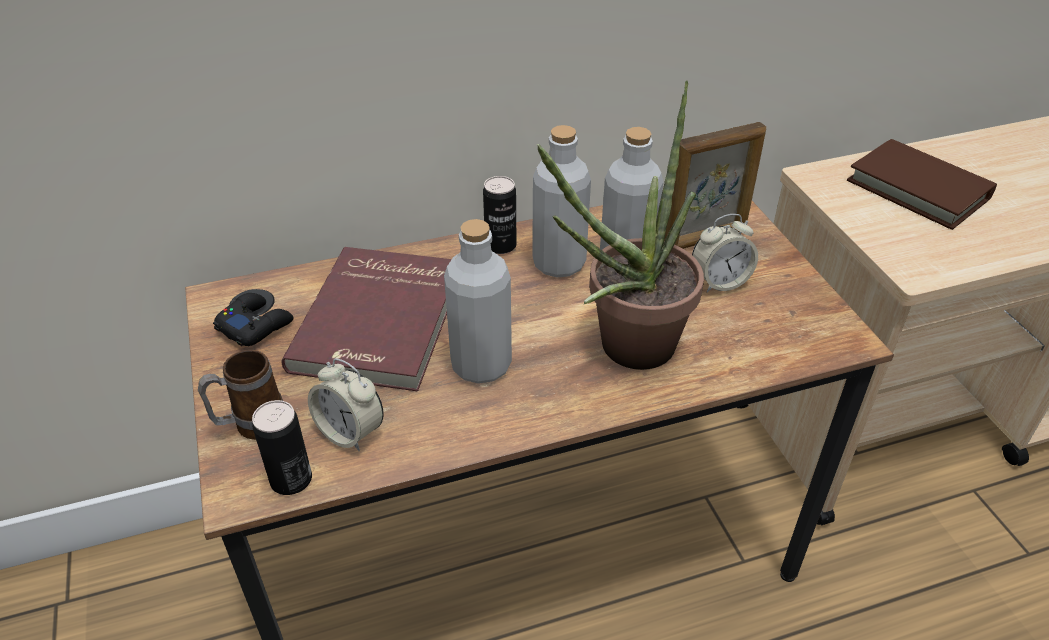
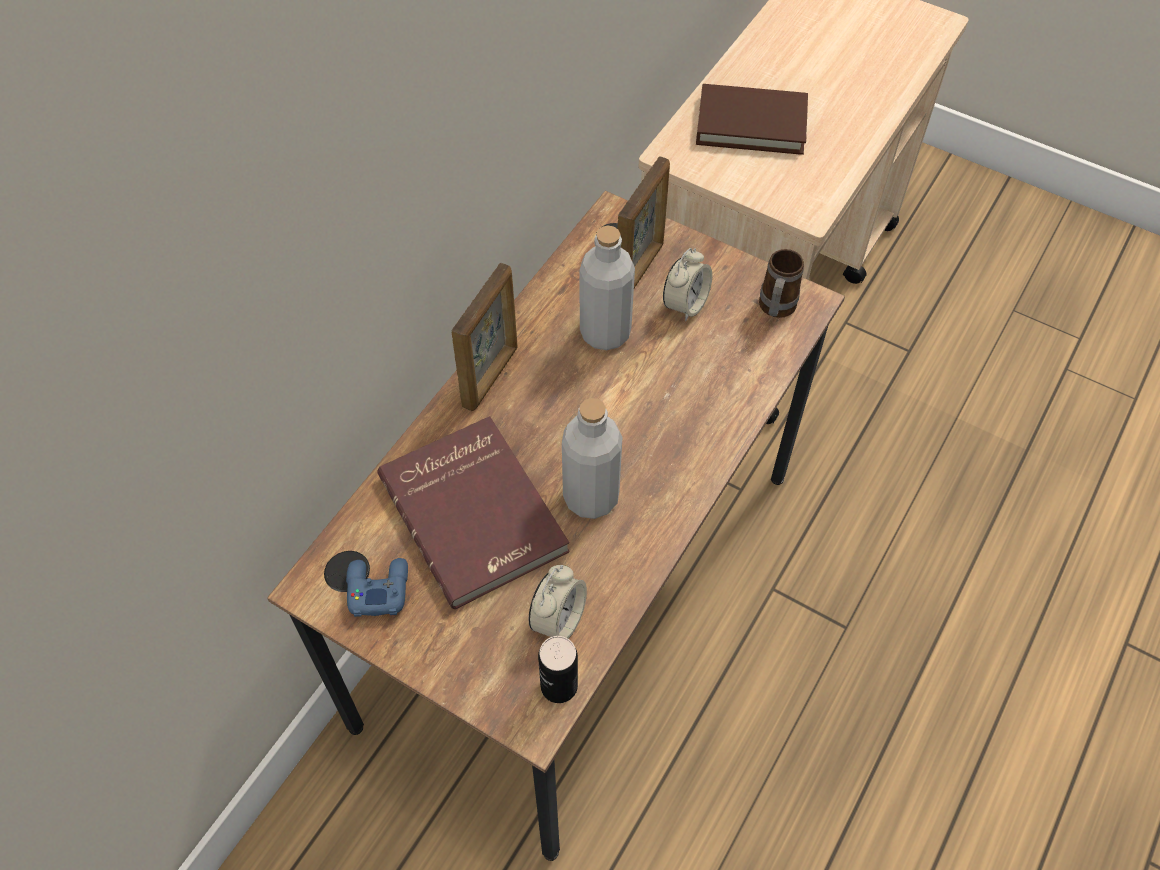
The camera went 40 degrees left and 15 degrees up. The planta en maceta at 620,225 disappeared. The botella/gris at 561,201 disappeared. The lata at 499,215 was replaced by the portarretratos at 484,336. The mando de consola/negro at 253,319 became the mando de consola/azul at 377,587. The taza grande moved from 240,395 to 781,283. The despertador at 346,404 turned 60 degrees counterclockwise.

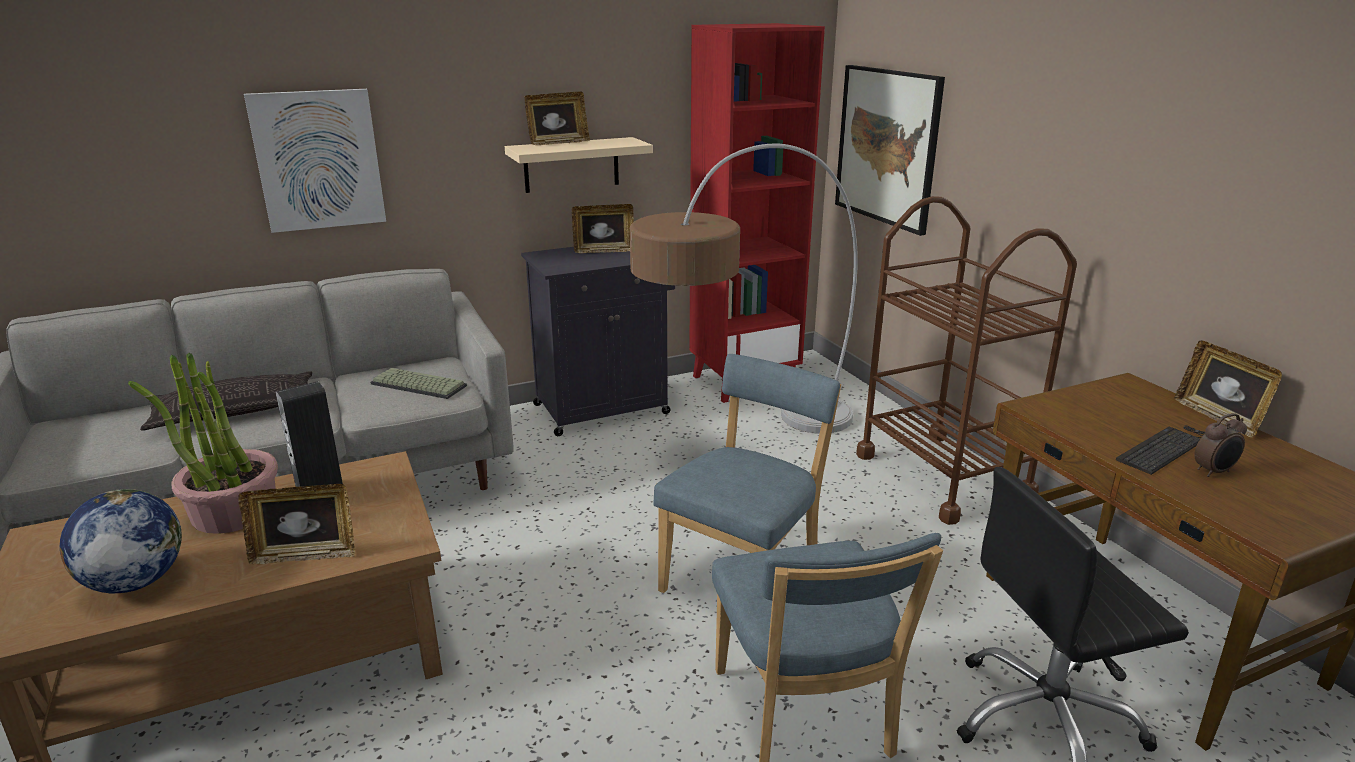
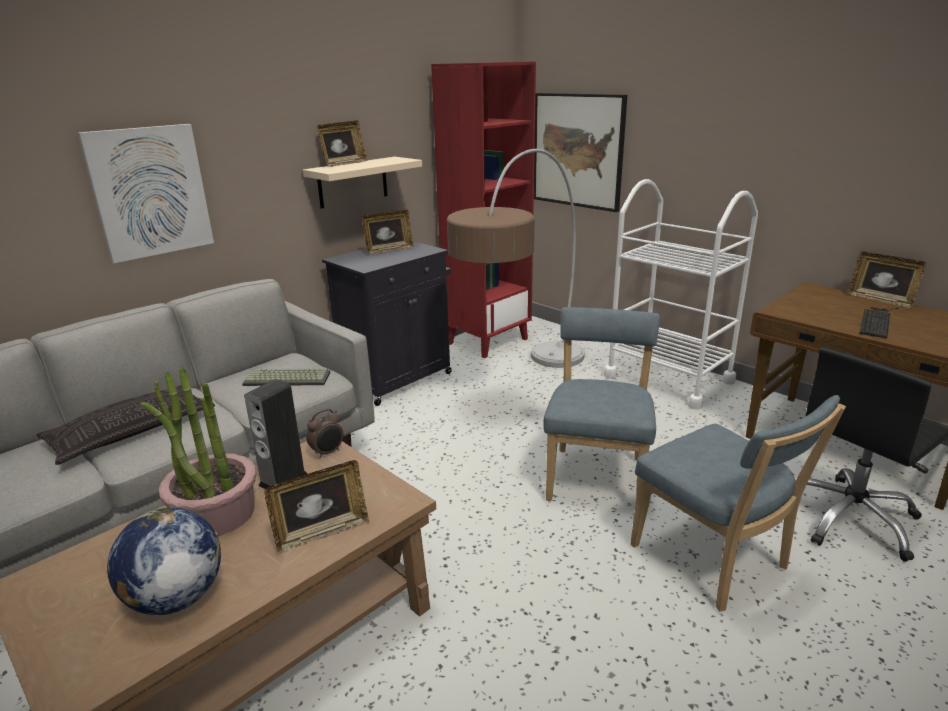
The camera went 20 degrees left and 0 degrees up. The carrito/marrón at 966,360 became the carrito/blanco at 681,294. The despertador moved from 1220,445 to 324,433.

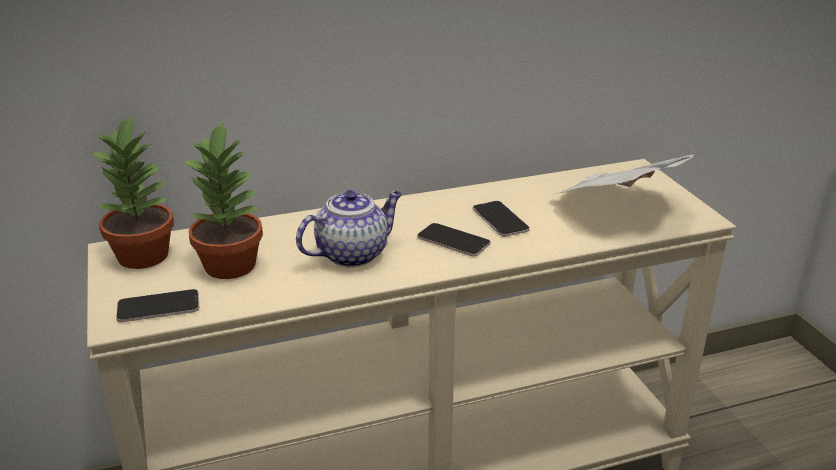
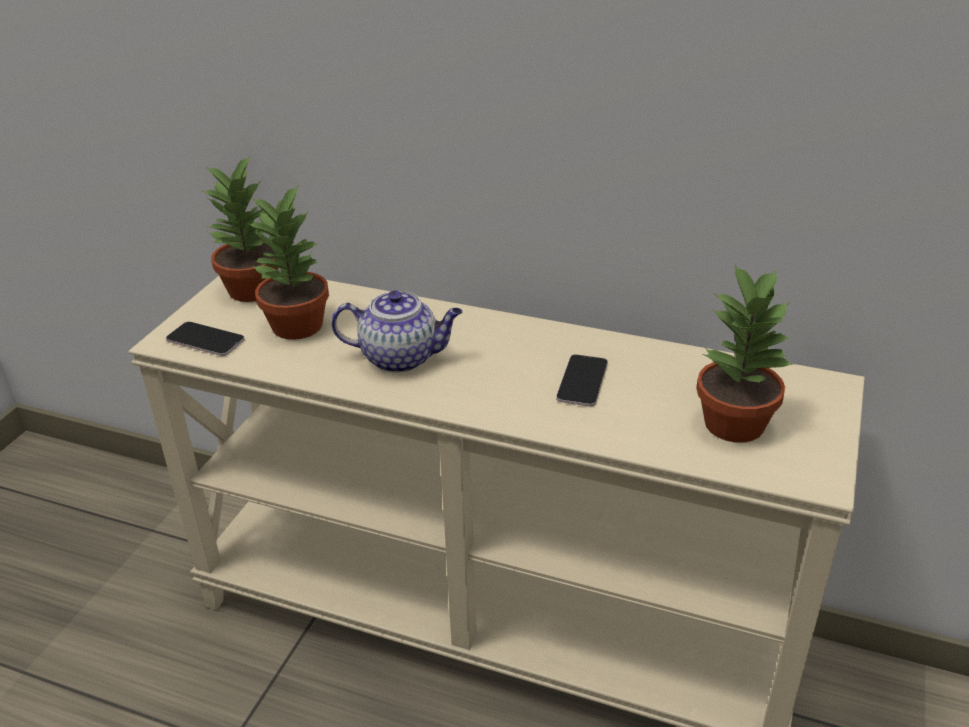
The camera went 40 degrees right and 5 degrees up. The periódico at 626,173 was replaced by the planta en maceta at 744,353. The móvil at 453,239 disappeared.

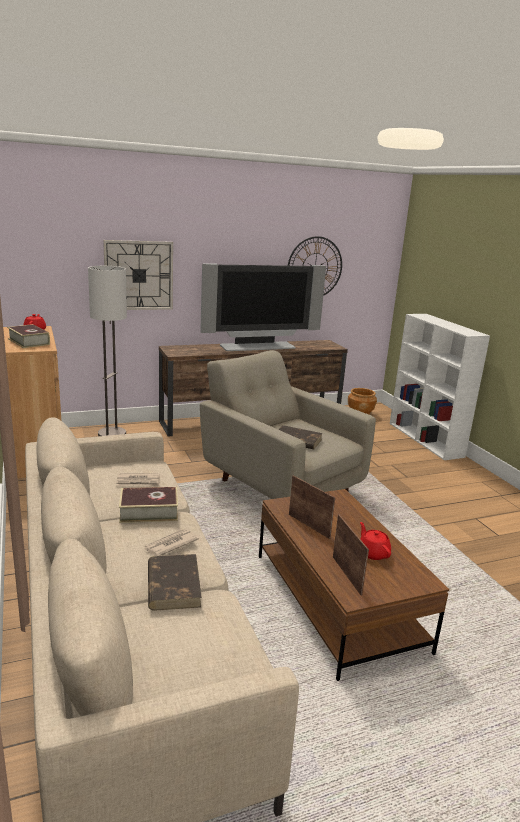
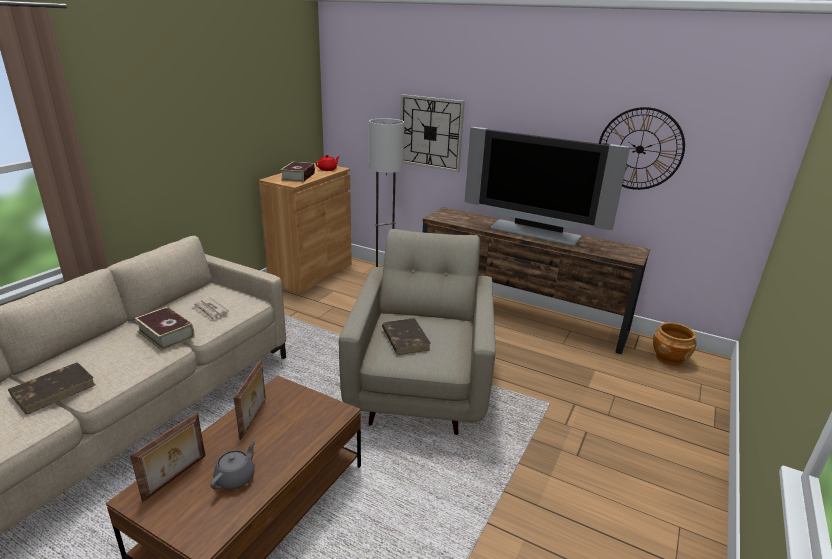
The camera went 50 degrees right and 5 degrees up. The estantería/blanco at 440,387 disappeared. The tetera/rojo at 375,541 became the tetera/gris at 233,465. The periódico at 171,542 disappeared.

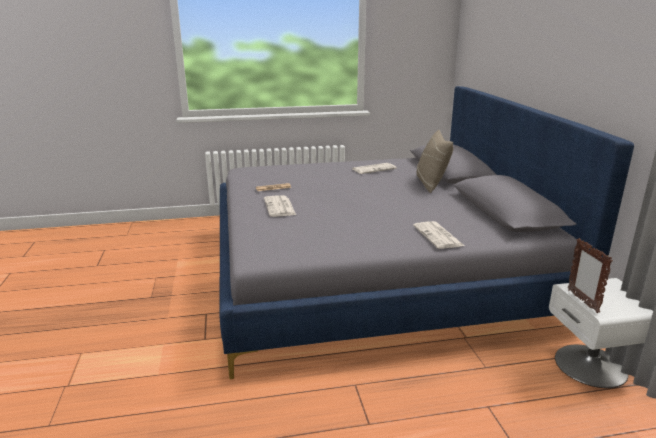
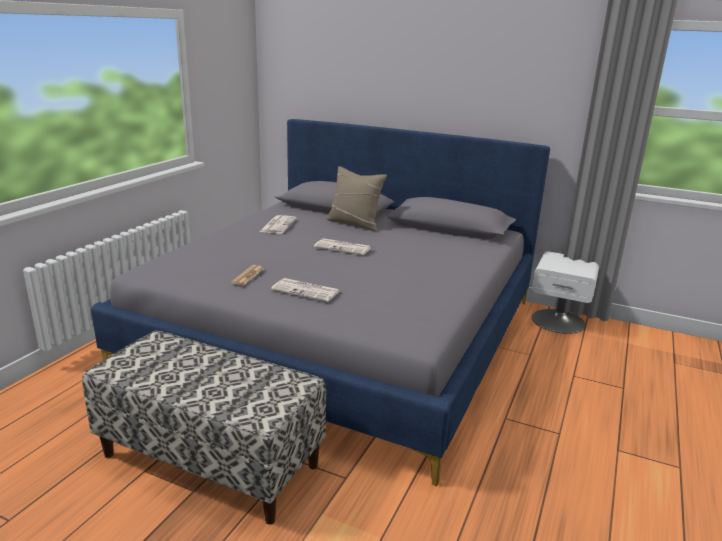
The camera went 55 degrees left and 0 degrees up. The periódico moved from 438,235 to 343,246. The portarretratos at 590,275 disappeared. The banco at 204,427 appeared.

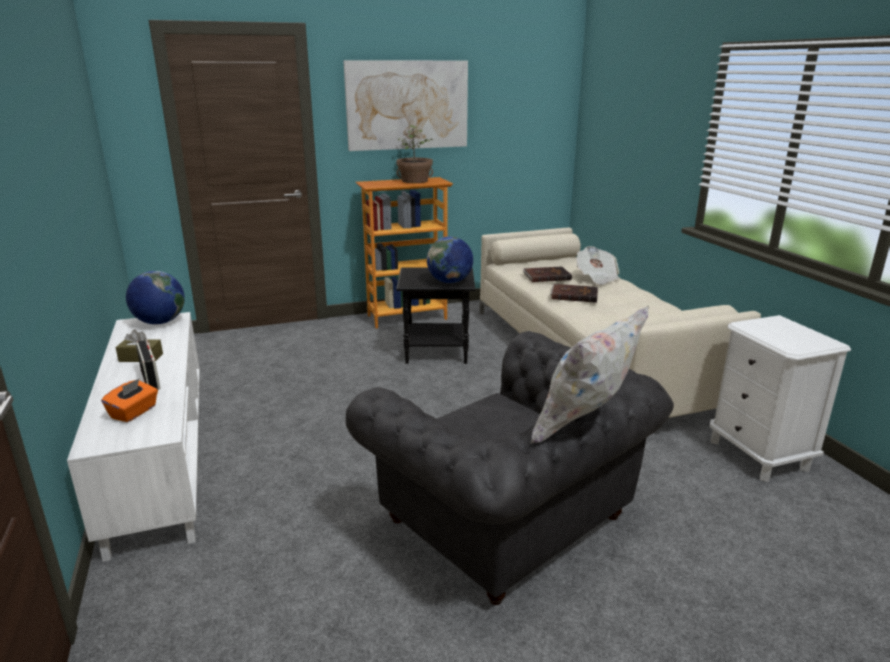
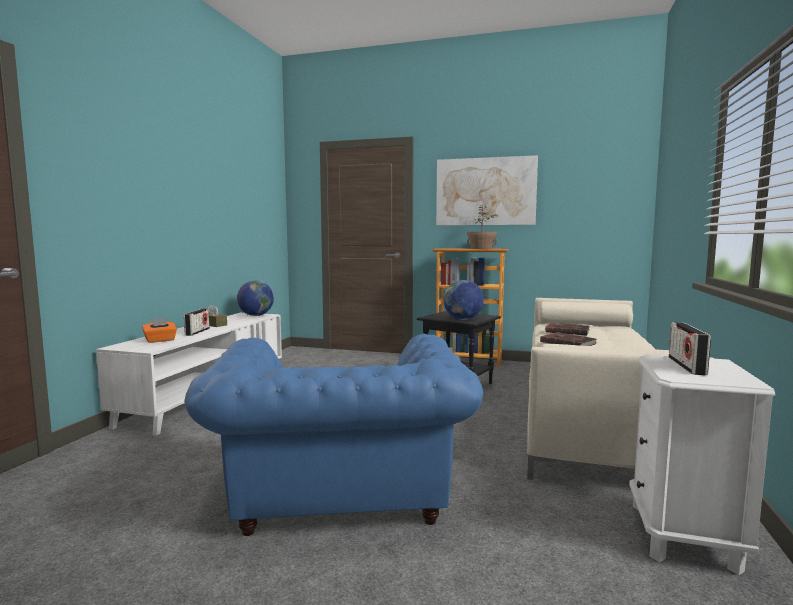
The camera went 35 degrees right and 15 degrees down. The periódico at 598,265 disappeared. The cojín/blanco at 589,375 disappeared. The sillón/gris at 510,468 became the sillón/azul at 334,435. The radio at 690,348 appeared.

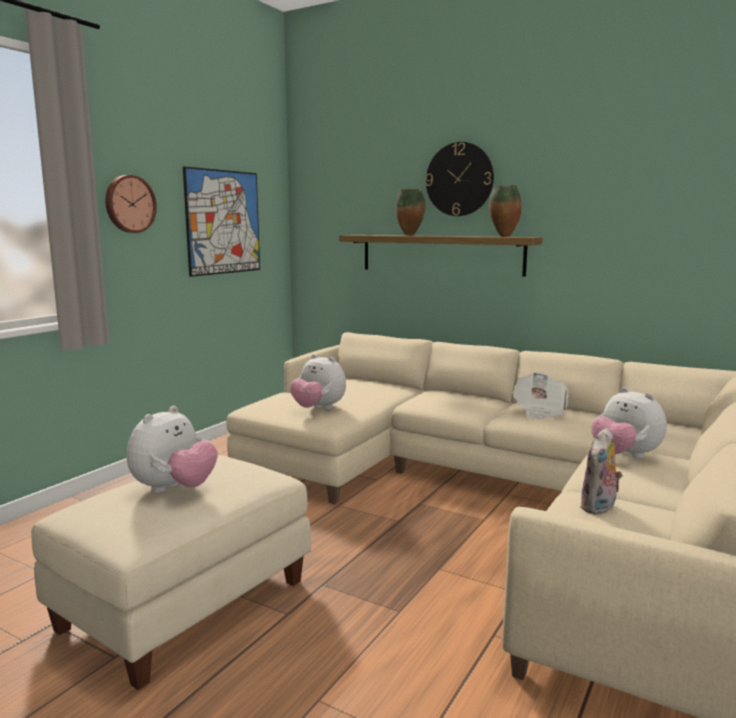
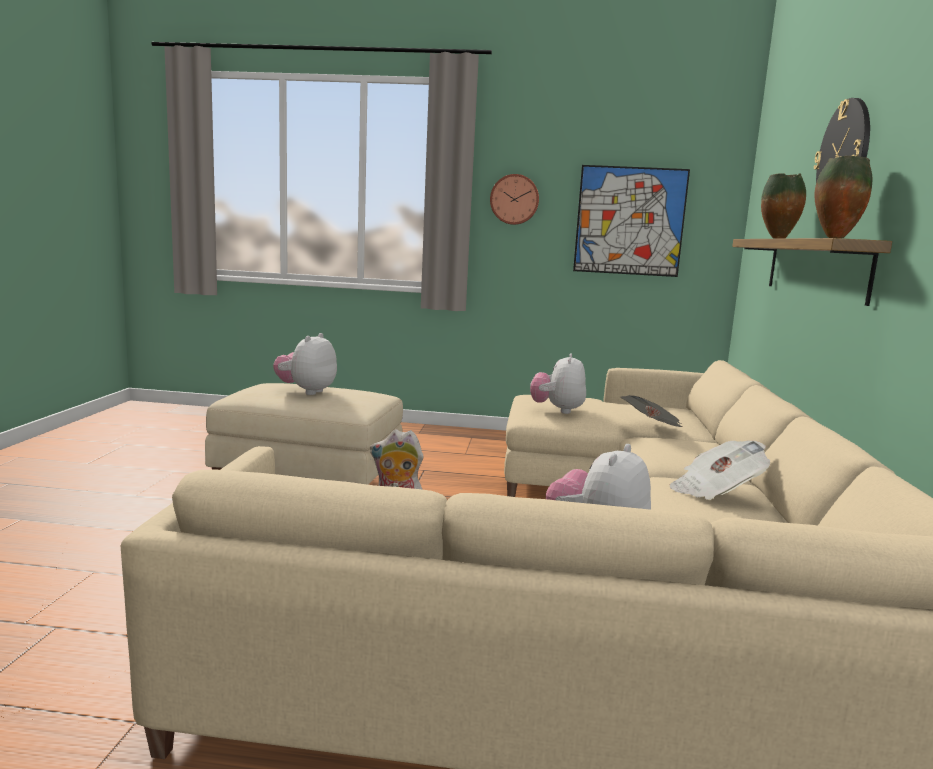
The camera went 65 degrees right and 0 degrees up. The peluche at 172,449 turned 105 degrees clockwise. The periódico at 651,411 appeared.

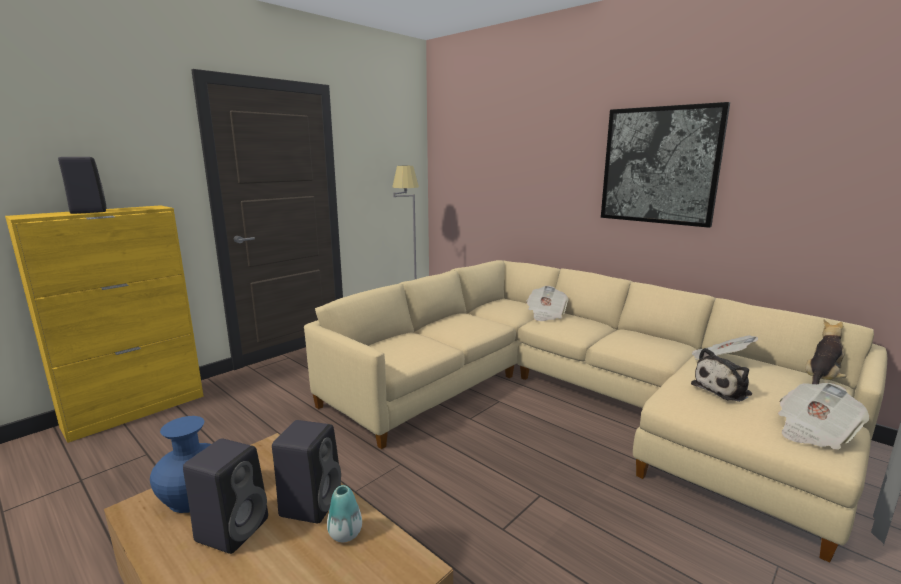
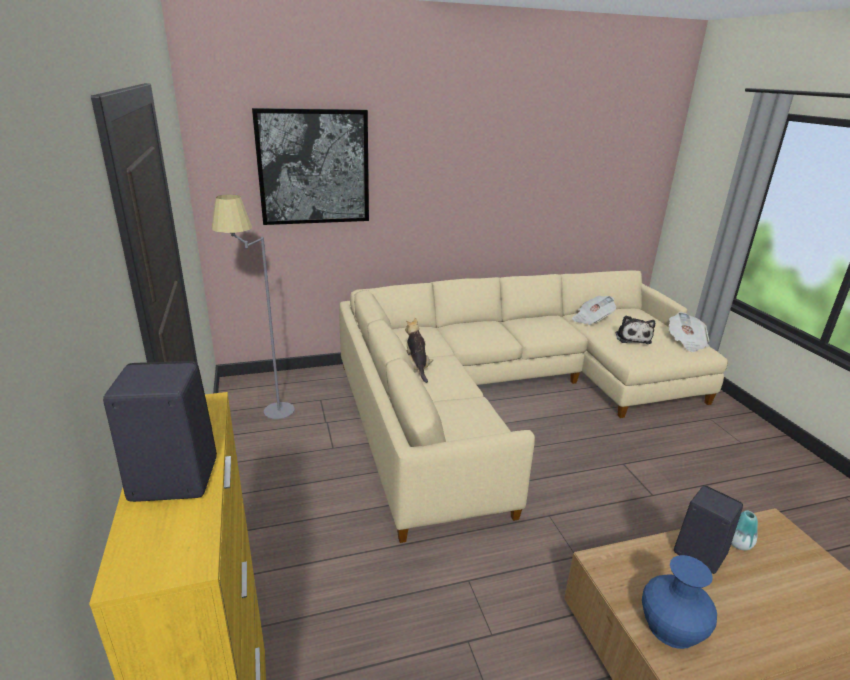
The camera went 60 degrees left and 10 degrees up. The cuadro moved from 665,165 to 310,166. The periódico at 547,303 disappeared. The peluche moved from 826,352 to 419,350. The altavoz/negro at 225,496 disappeared.

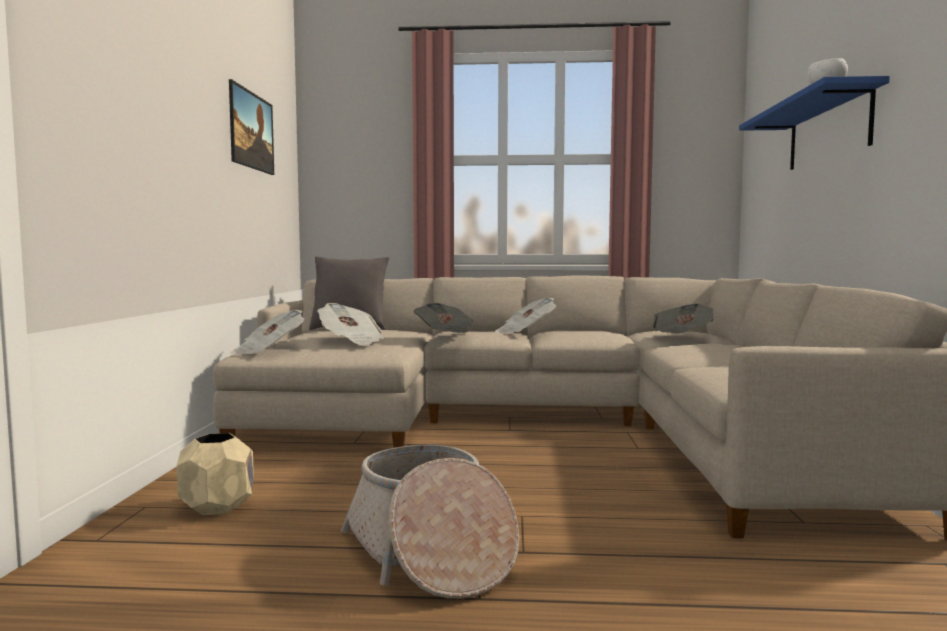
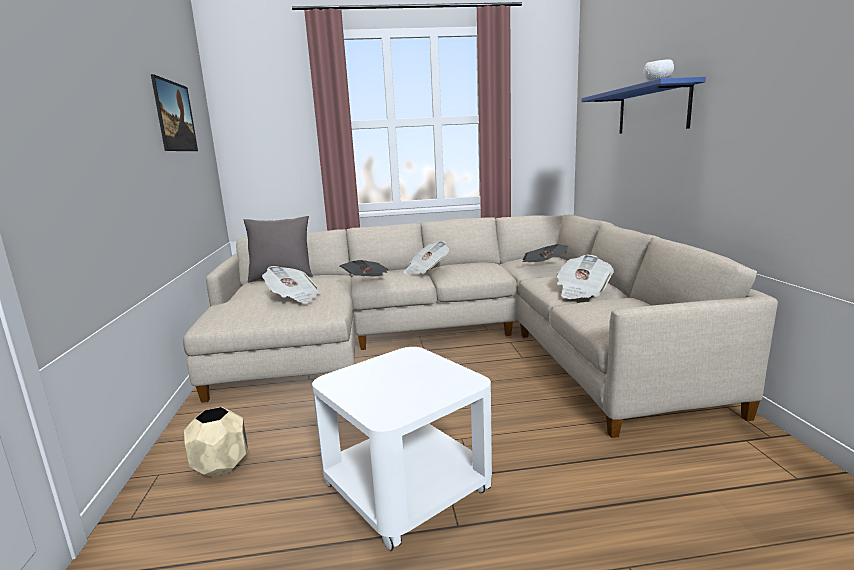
The camera went 10 degrees left and 10 degrees up. The periódico moved from 267,332 to 585,277. The cesta at 430,522 was replaced by the mesa auxiliar/blanco at 402,448.

